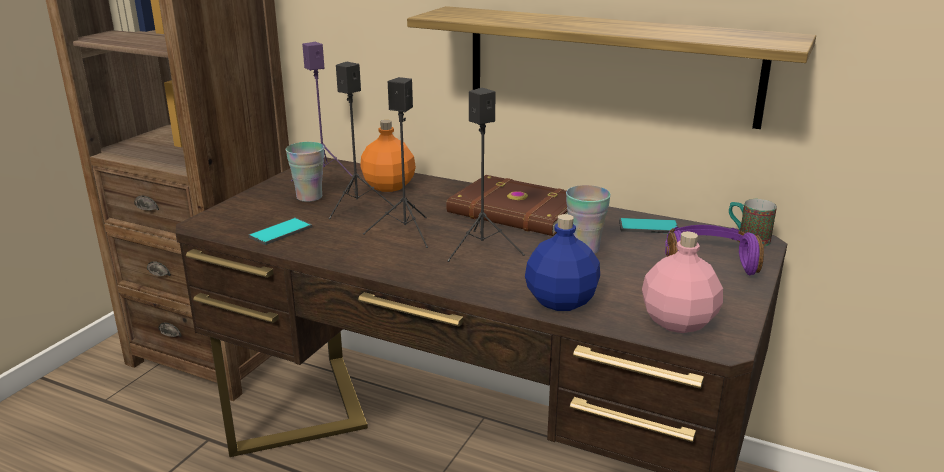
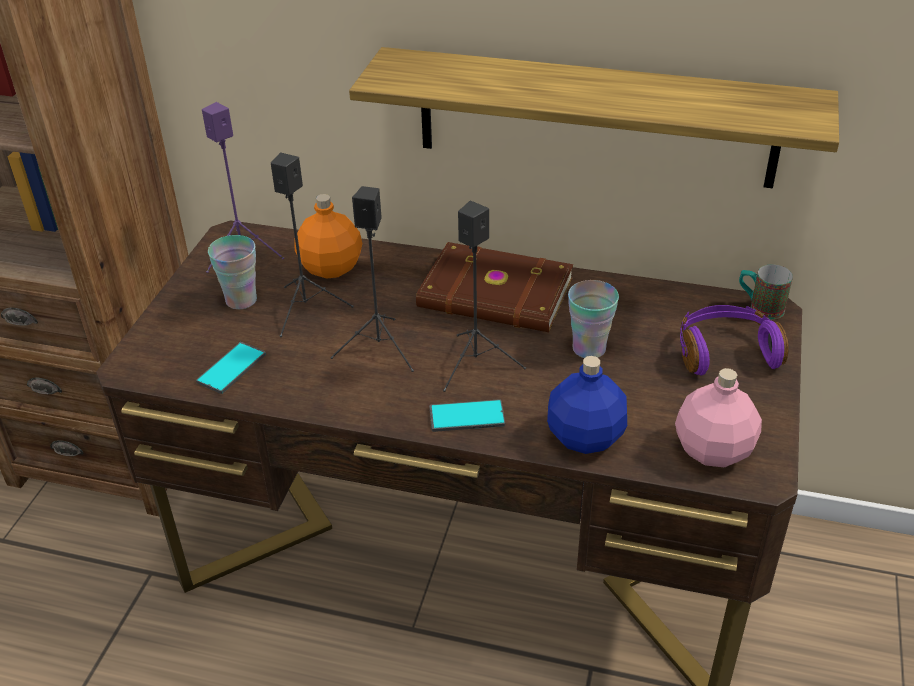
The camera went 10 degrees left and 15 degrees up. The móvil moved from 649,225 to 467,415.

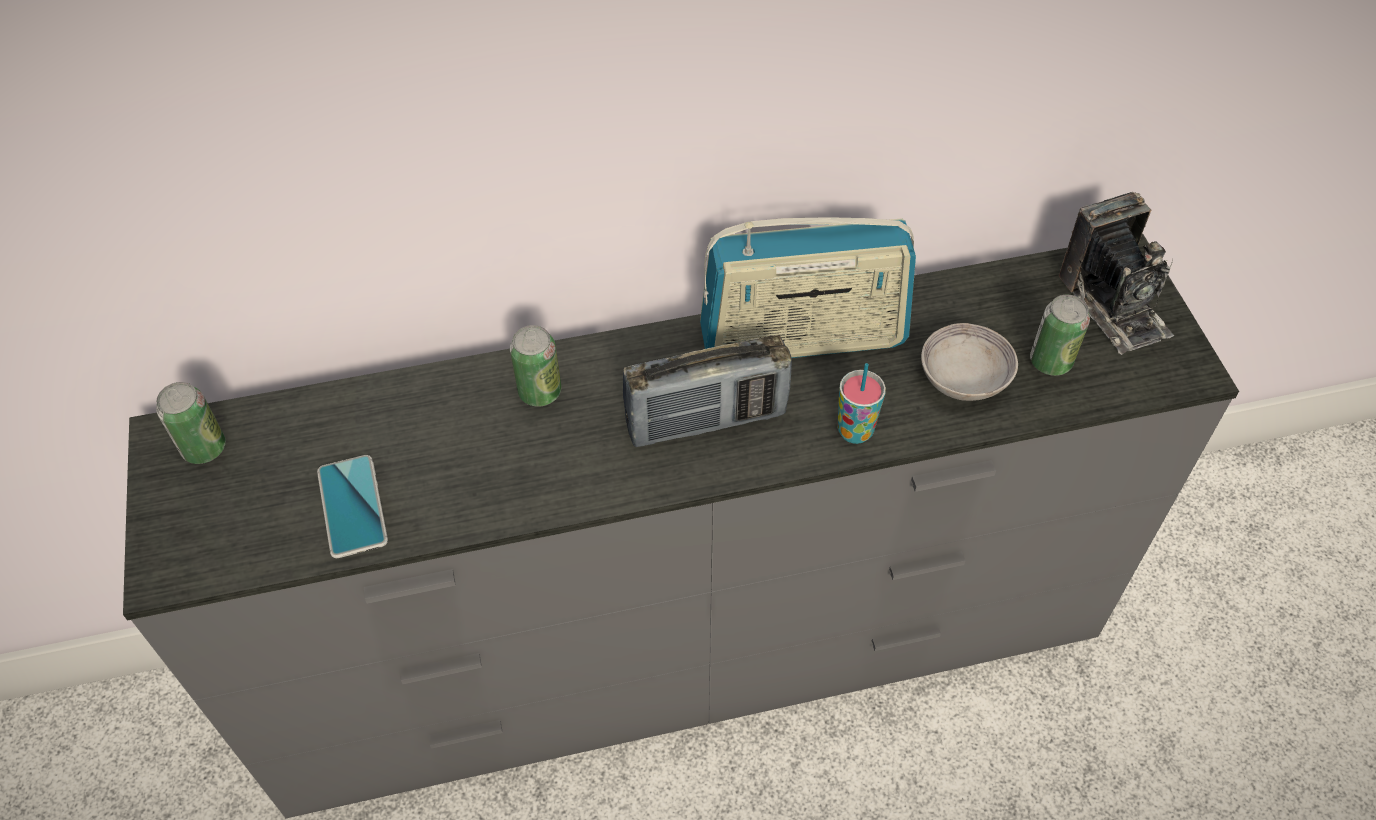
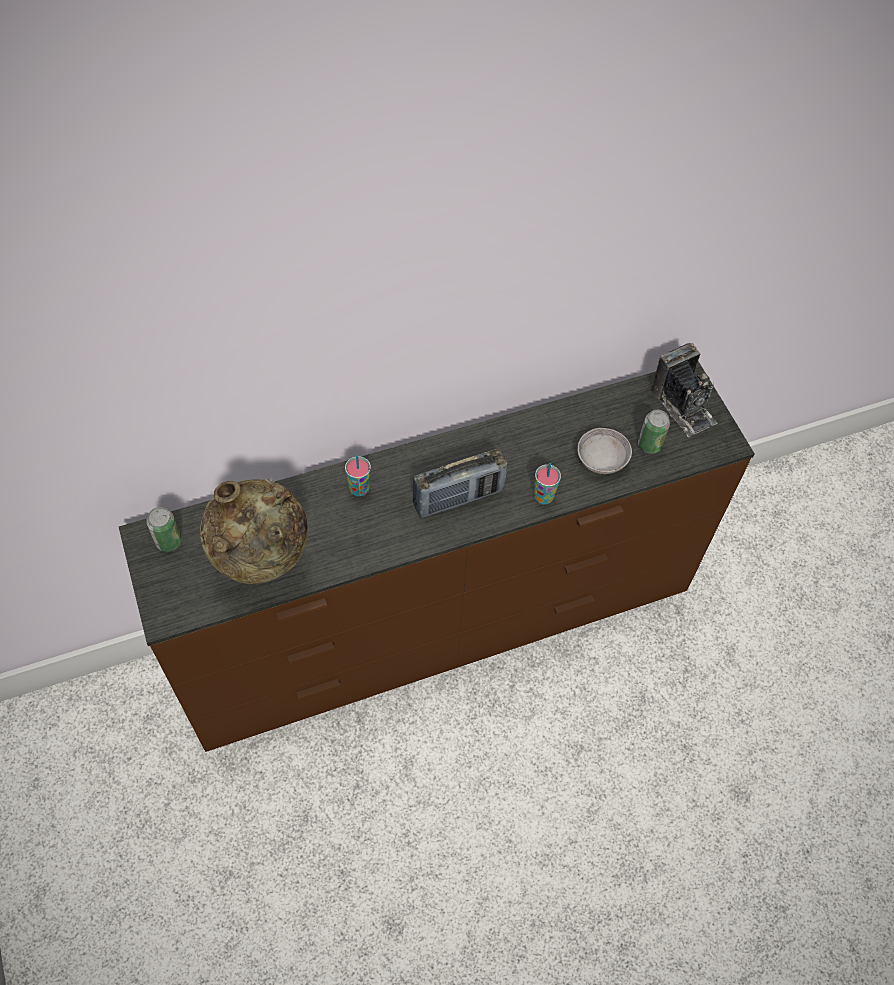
The camera went 10 degrees left and 5 degrees up. The radio at 808,287 disappeared. The cómoda/gris at 681,526 became the cómoda/marrón at 437,556. The lata at 535,366 was replaced by the taza at 358,476. The móvil at 352,506 was replaced by the florero/beis at 254,531.

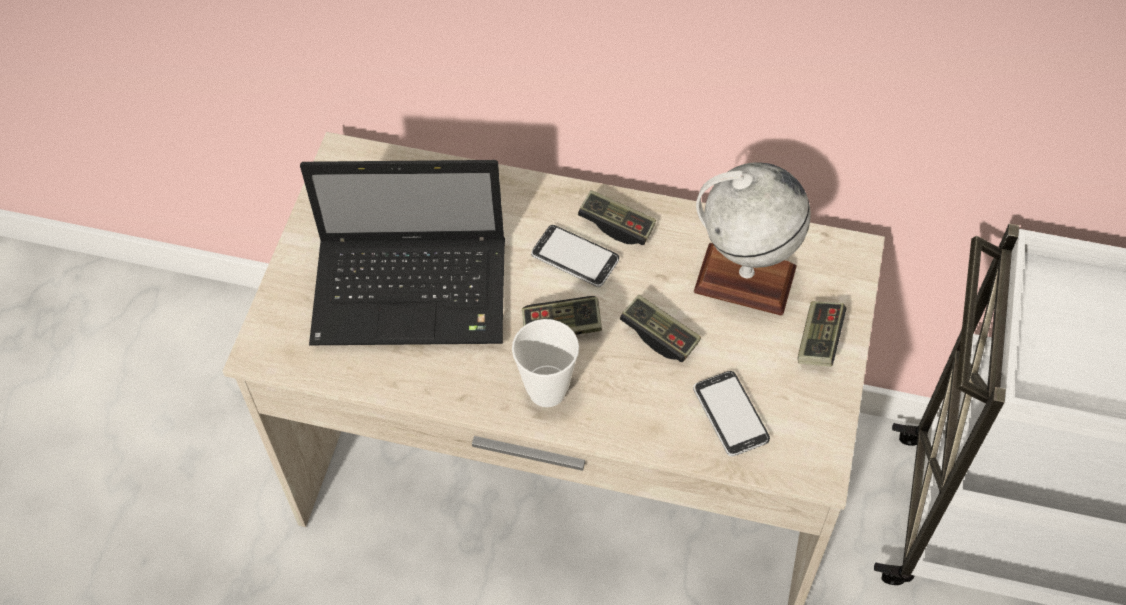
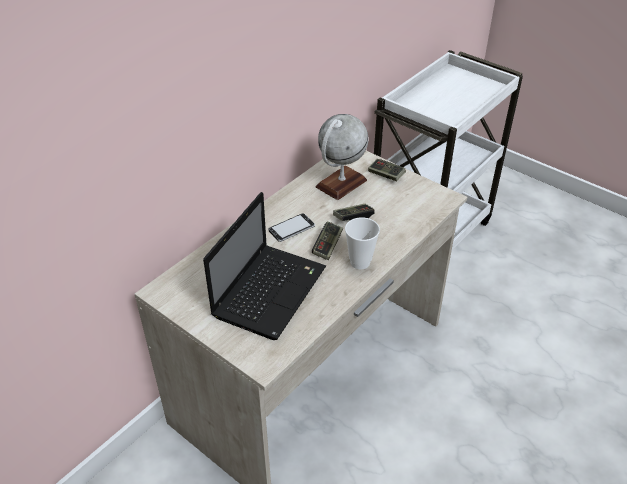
The camera went 65 degrees left and 15 degrees down. The mando de consola at 617,217 disappeared. The móvil at 731,413 disappeared.

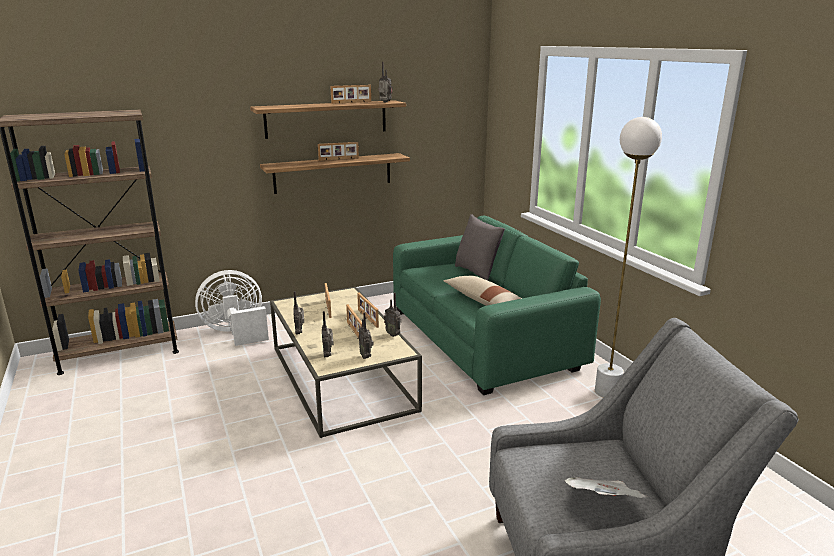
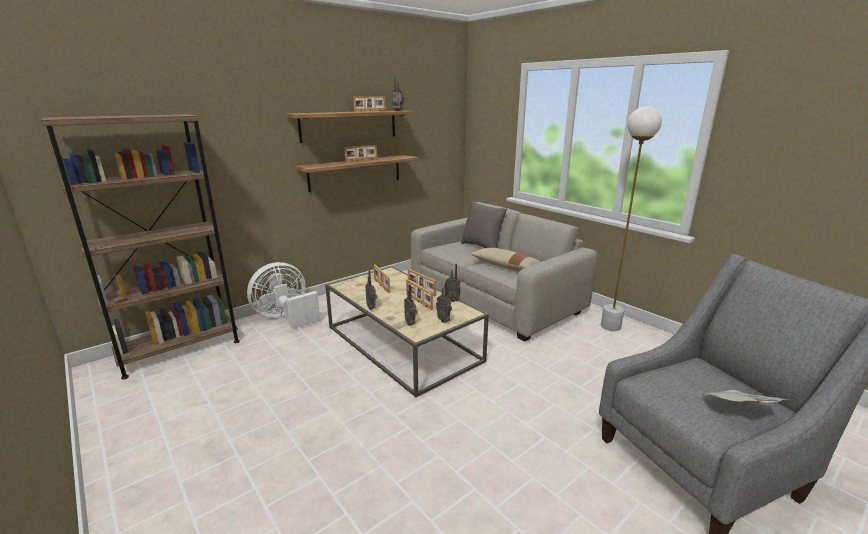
The camera went 15 degrees left and 0 degrees up. The sofá/verde at 497,305 became the sofá/beis at 504,272.

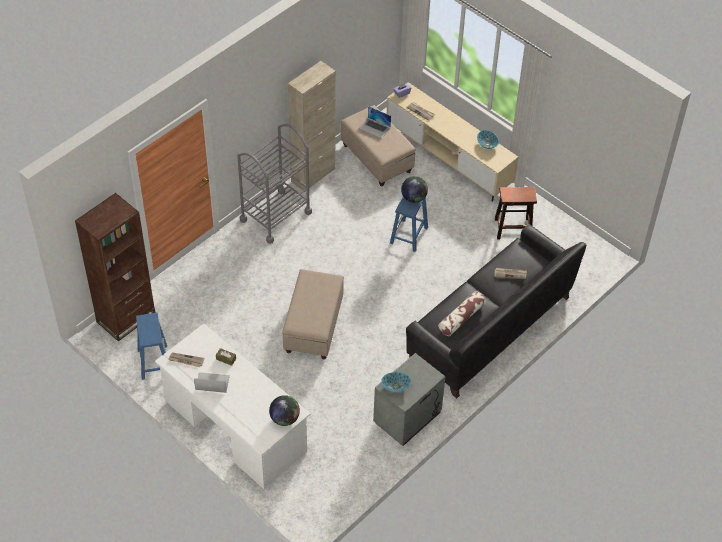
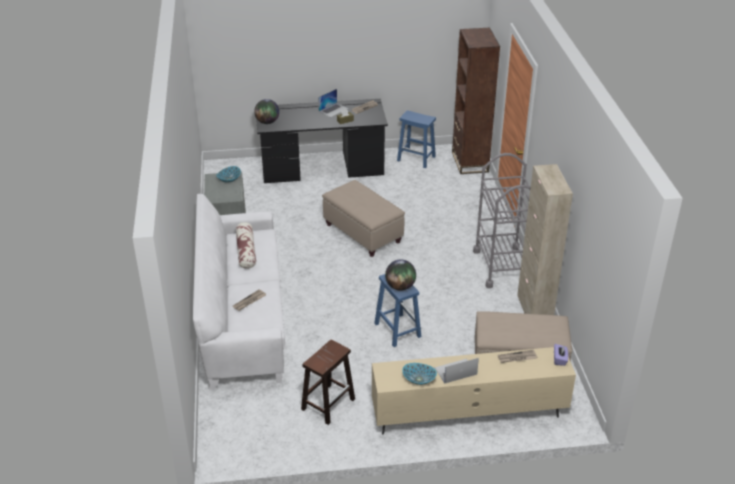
The camera went 130 degrees right and 15 degrees down. The portátil moved from 375,122 to 457,371. The sofá/negro at 496,311 became the sofá/blanco at 239,291. The escritorio/blanco at 232,406 became the escritorio/negro at 322,141.

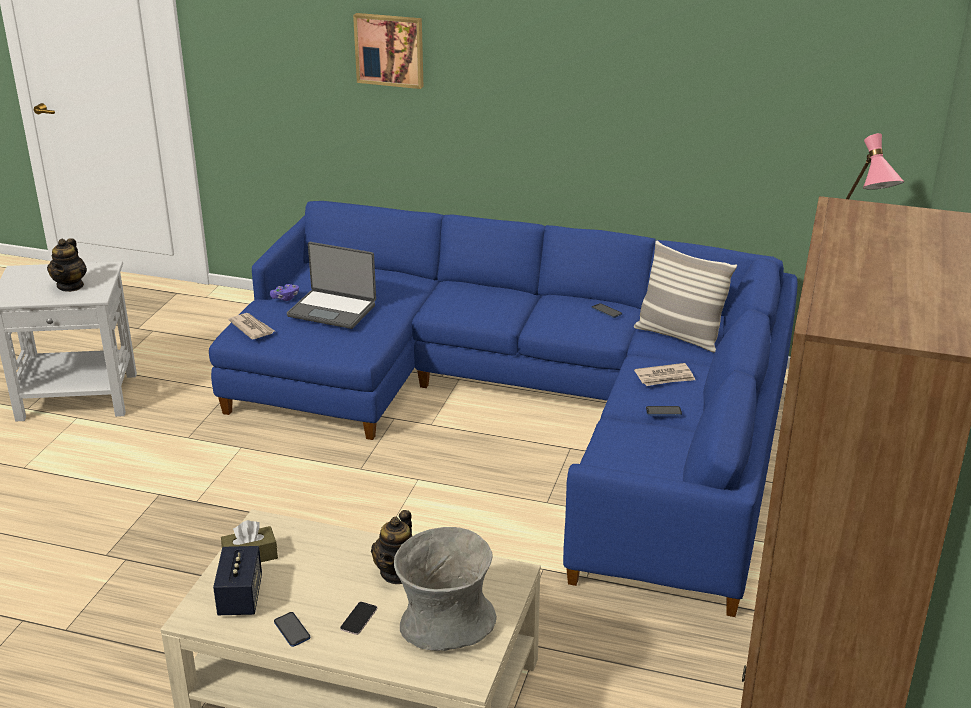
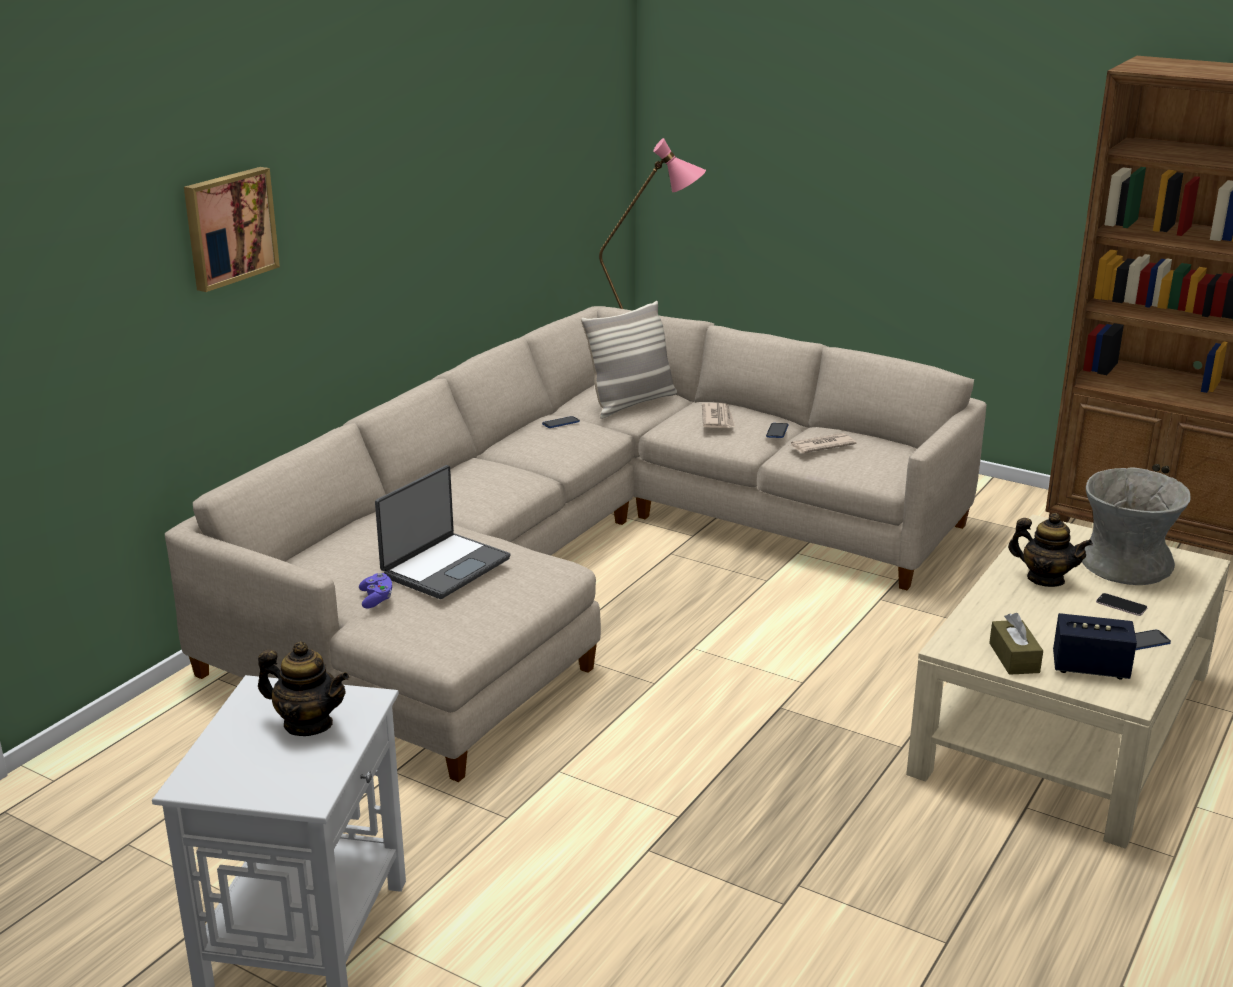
The camera went 75 degrees left and 5 degrees down. The sofá/azul at 503,409 became the sofá/beis at 576,544. The periódico moved from 251,326 to 823,443.

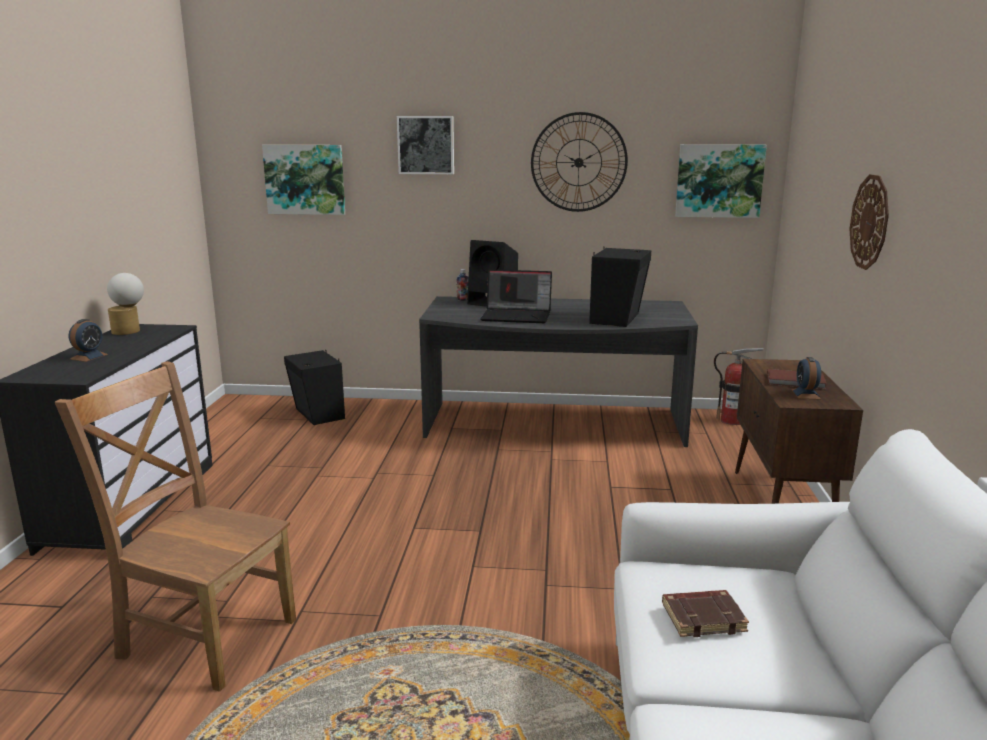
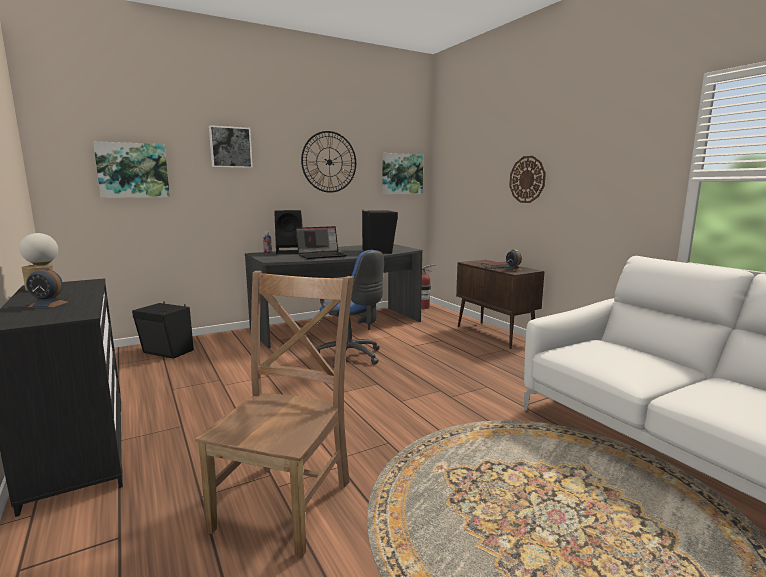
The camera went 35 degrees left and 5 degrees down. The despertador at 88,340 turned 105 degrees clockwise. The silla/marrón at 175,526 turned 120 degrees clockwise. The libro/marrón at 705,613 disappeared. The silla de oficina/azul at 350,309 appeared.

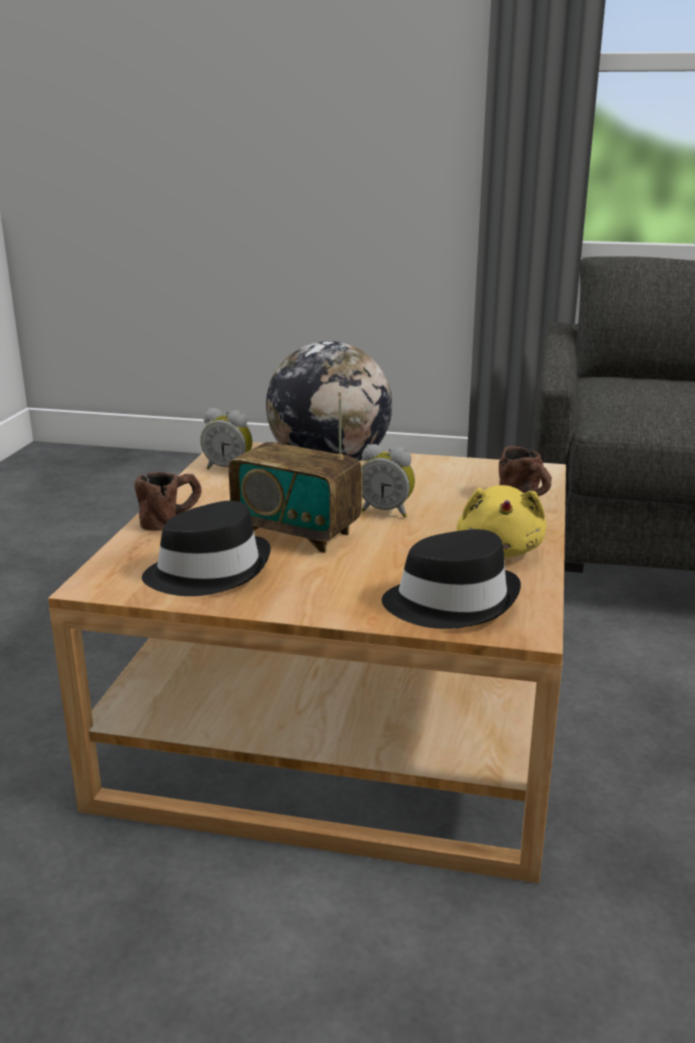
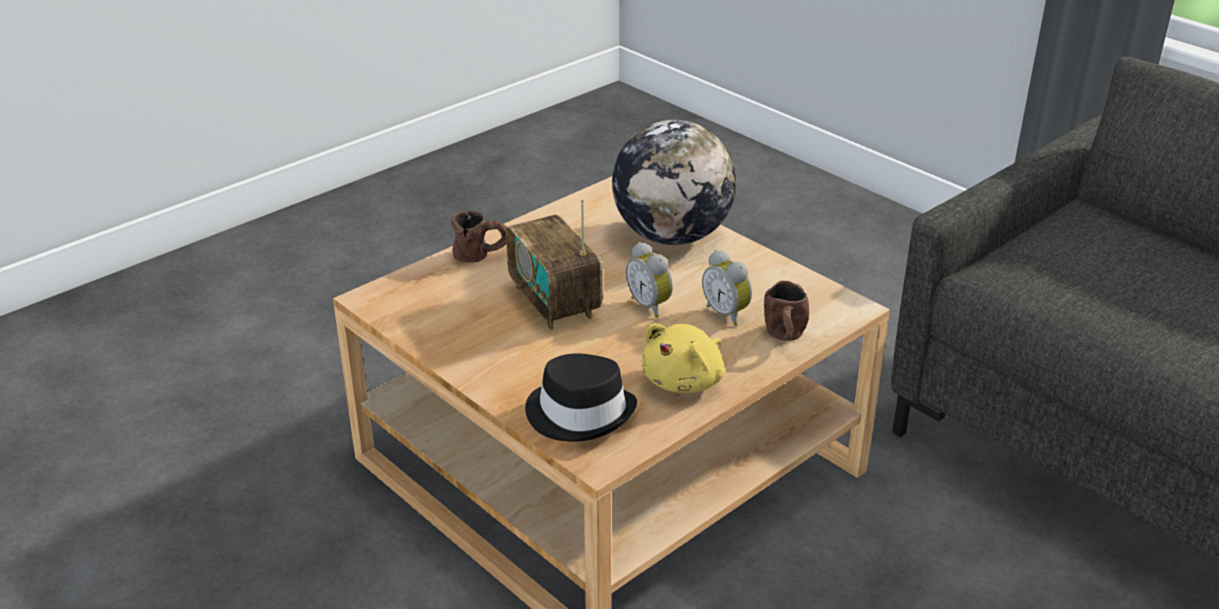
The camera went 35 degrees right and 10 degrees up. The despertador moved from 226,438 to 727,288. The sombrero/negro at 206,548 disappeared.

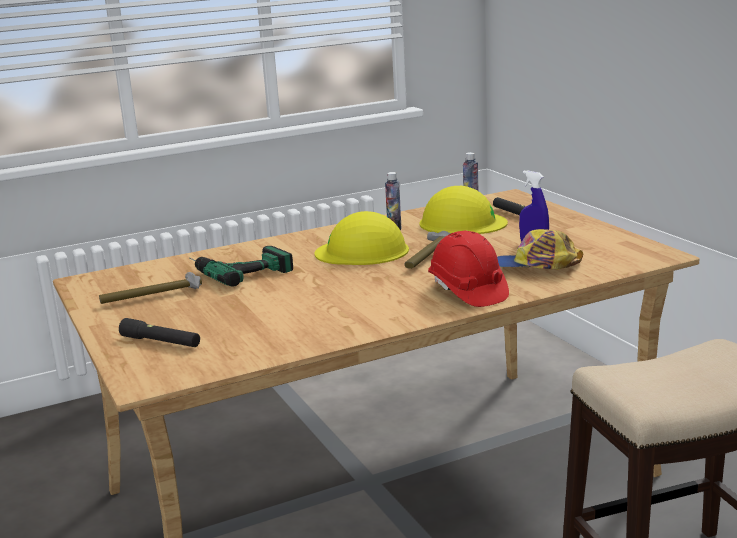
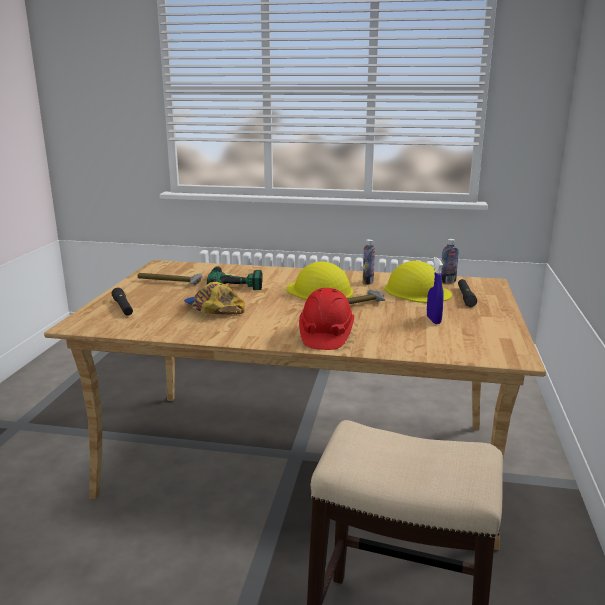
The camera went 35 degrees right and 0 degrees up. The gorra moved from 540,249 to 214,298.

